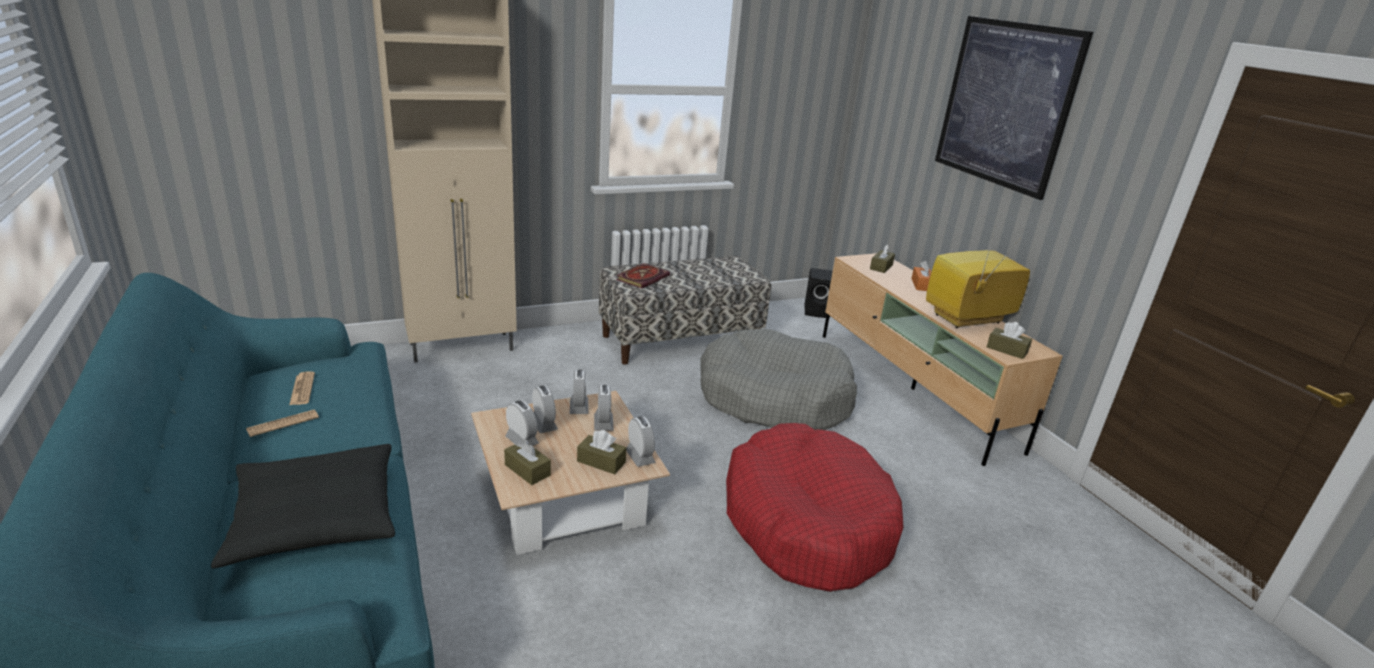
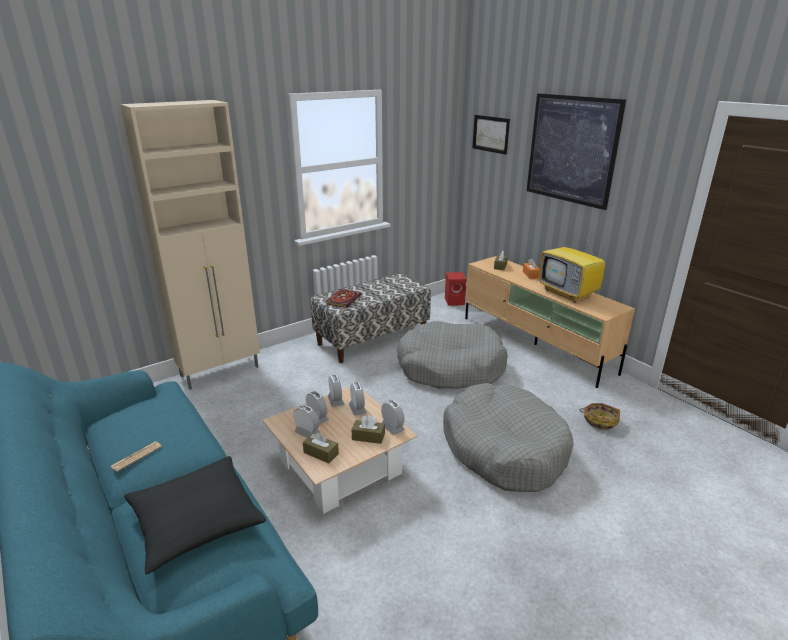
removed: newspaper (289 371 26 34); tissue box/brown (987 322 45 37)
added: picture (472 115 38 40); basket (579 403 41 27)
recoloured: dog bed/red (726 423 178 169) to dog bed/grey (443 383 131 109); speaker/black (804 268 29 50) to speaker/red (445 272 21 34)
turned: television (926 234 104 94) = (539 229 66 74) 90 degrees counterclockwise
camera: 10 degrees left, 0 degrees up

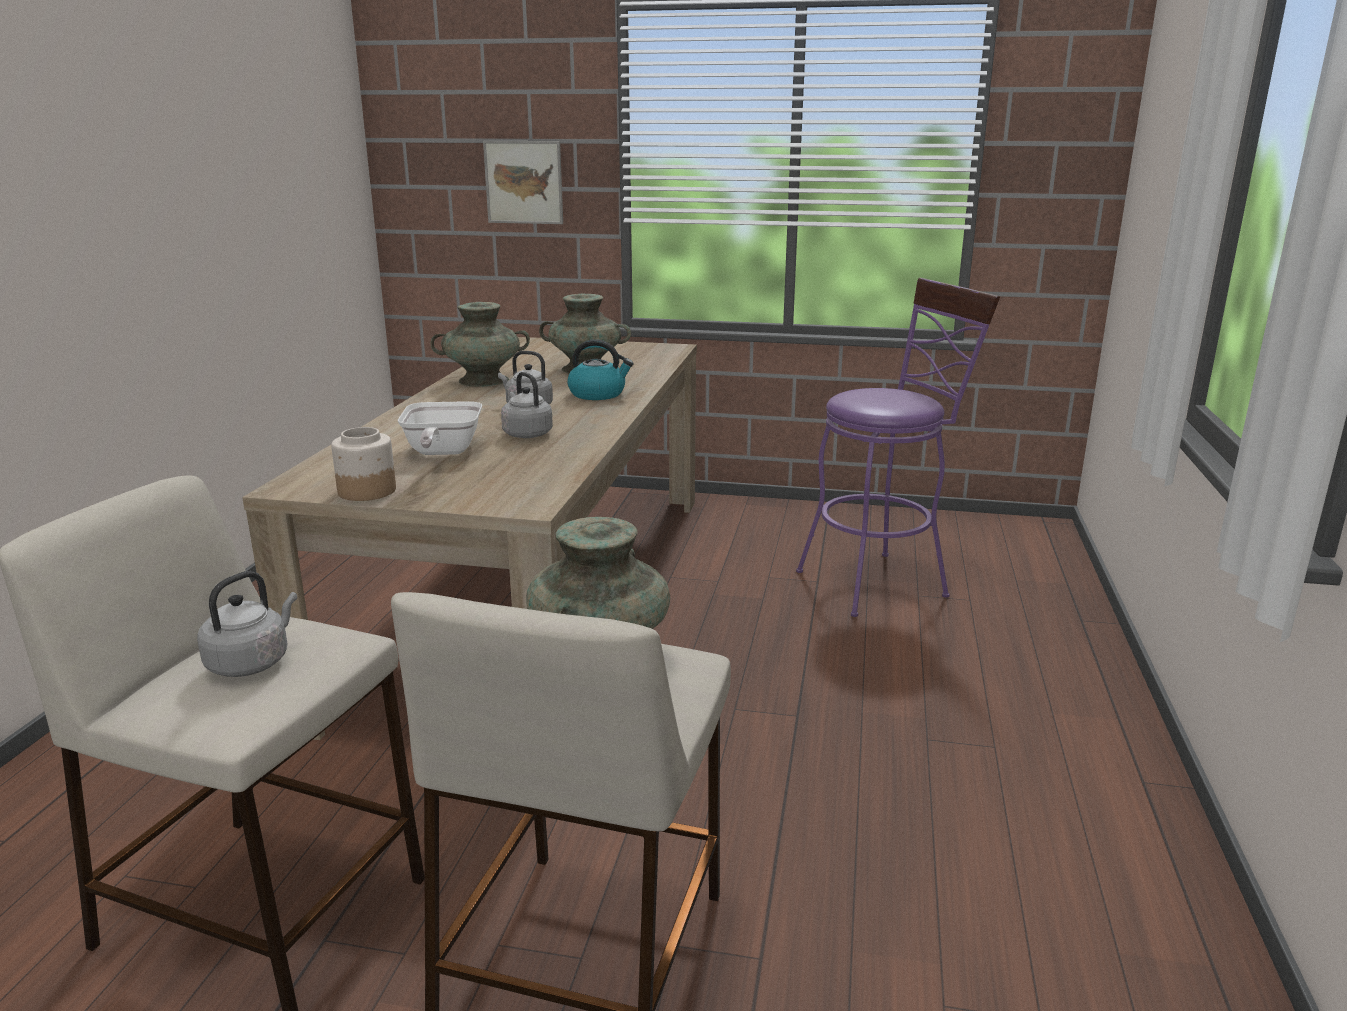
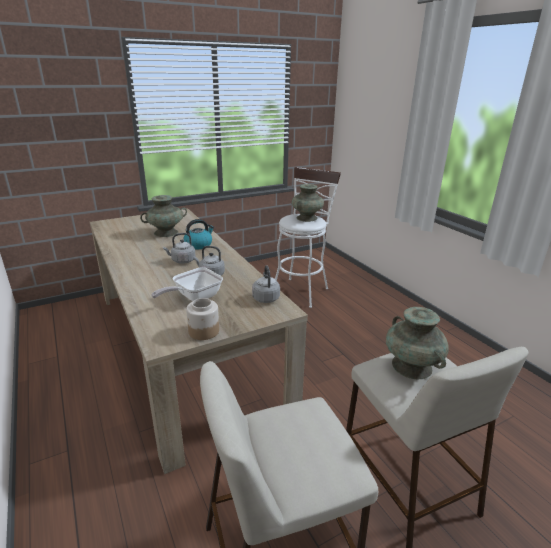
removed: picture (483 141 80 83)
moved: kettle/grey (197 571 100 106) to (252 265 28 38); vase/turquoise (430 302 100 85) to (292 184 32 38)
recoloured: stool/purple (796 278 204 339) to stool/white (275 167 66 141)
turned: frying pan (398 401 84 54) = (151 267 72 34) 90 degrees clockwise
camera: 40 degrees left, 5 degrees up

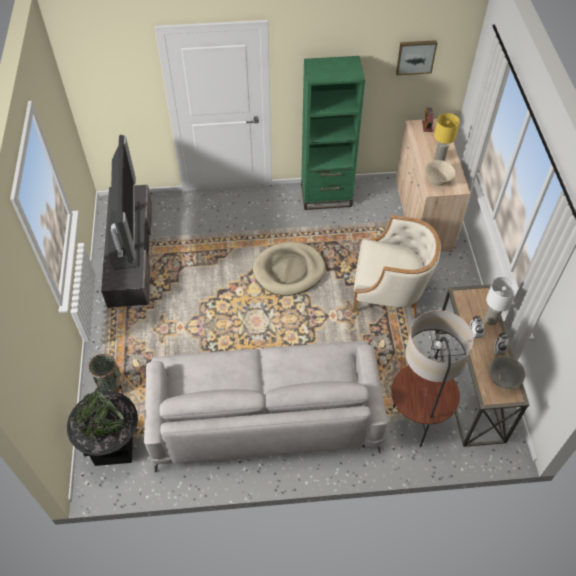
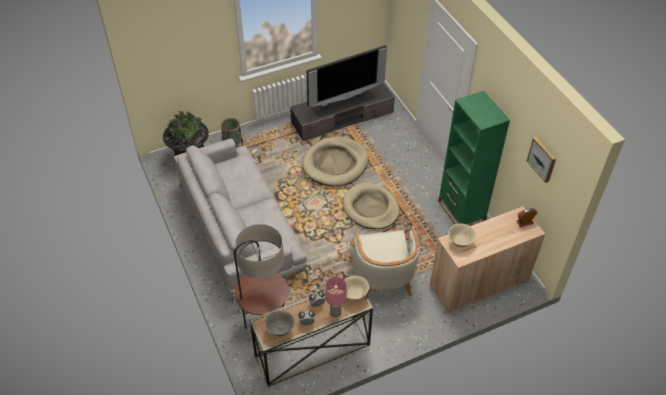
removed: table lamp/yellow (434 113 26 48)
added: dog bed/beige (302 137 66 49); bowl/beige (341 276 28 25)
recoloured: table lamp/white (485 277 33 48) to table lamp/pink (325 277 22 41)
camera: 70 degrees right, 5 degrees down

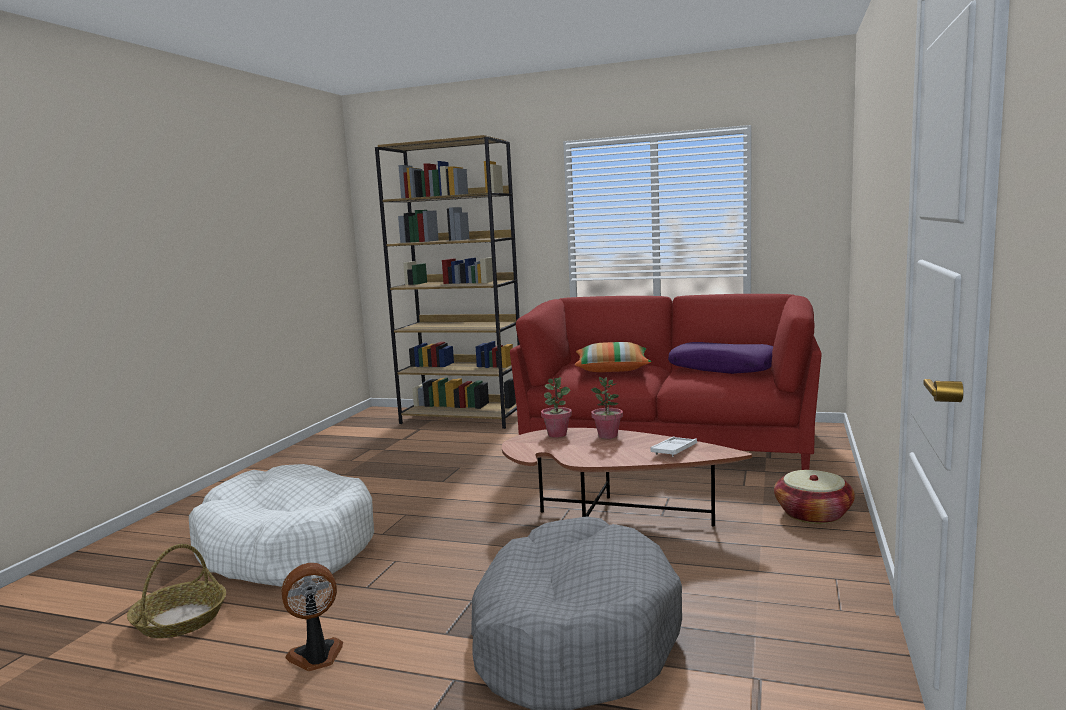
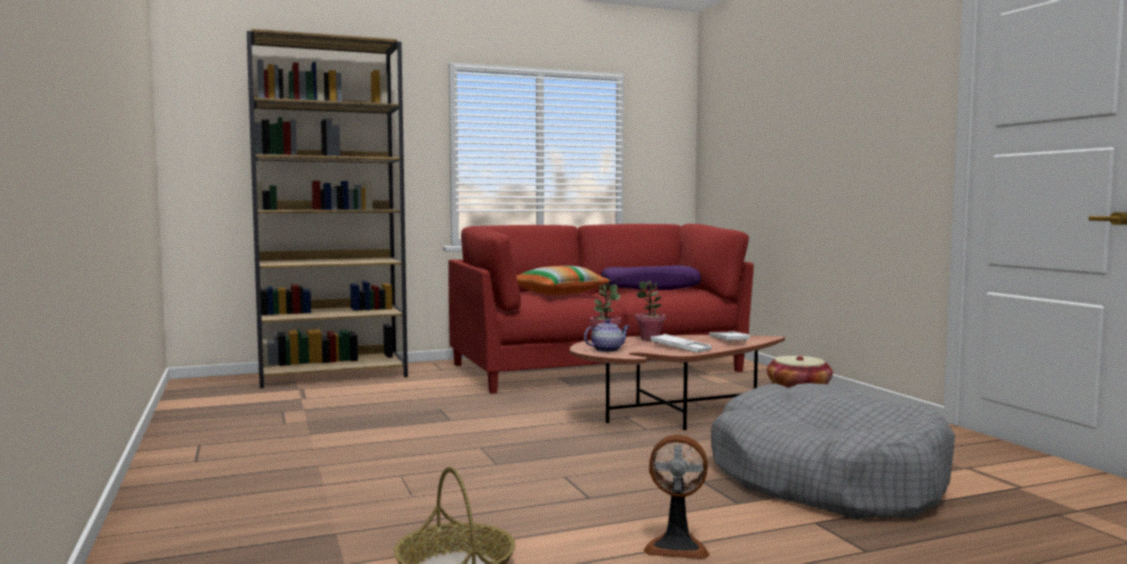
removed: dog bed/white (189 464 185 123)
added: teapot (584 319 45 33); tray/white (650 334 62 19)
turned: fan (281 563 62 108) = (644 435 66 124) 105 degrees counterclockwise
camera: 40 degrees left, 5 degrees down

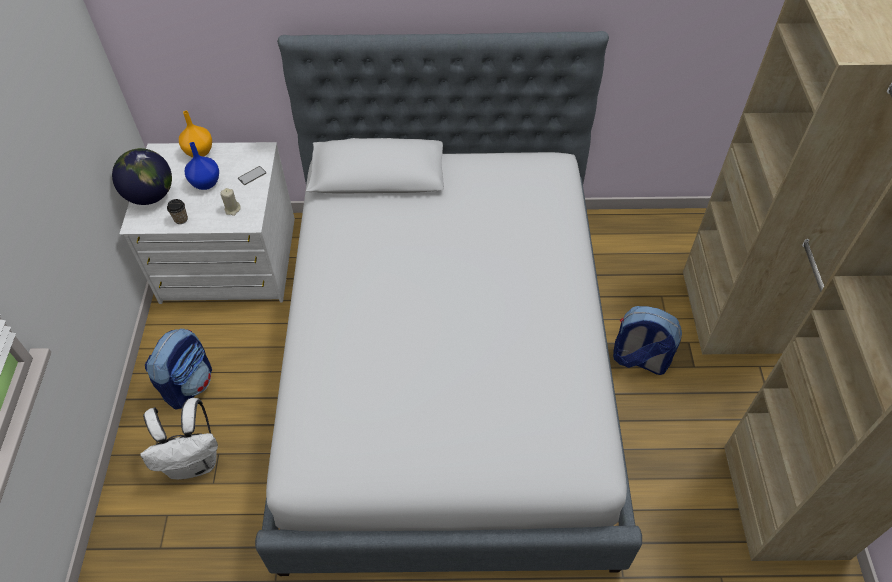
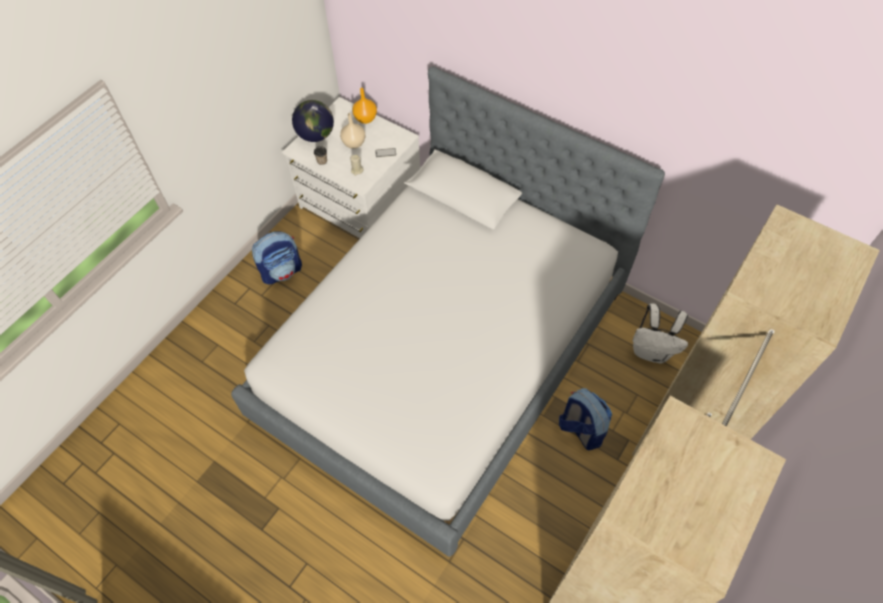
moved: backpack/white (141 398 77 81) to (632 303 56 60)
recoloured: vase/blue (185 142 34 48) to vase/beige (340 113 25 36)
camera: 35 degrees right, 5 degrees up

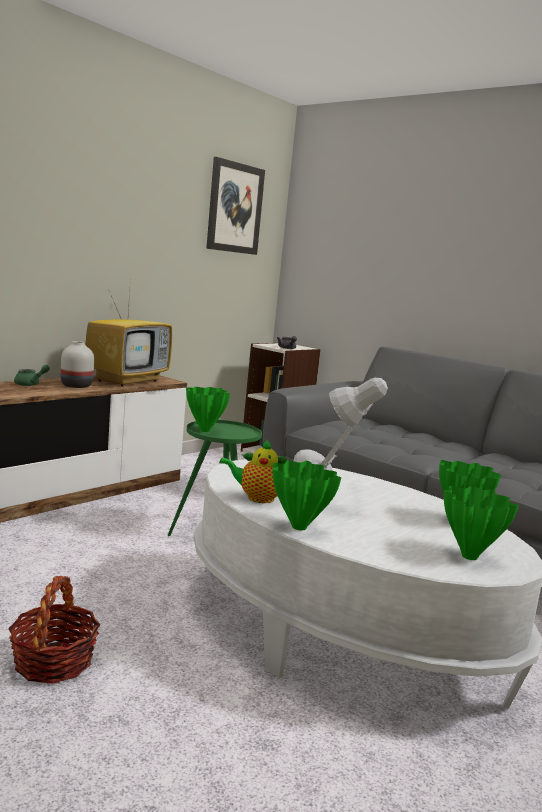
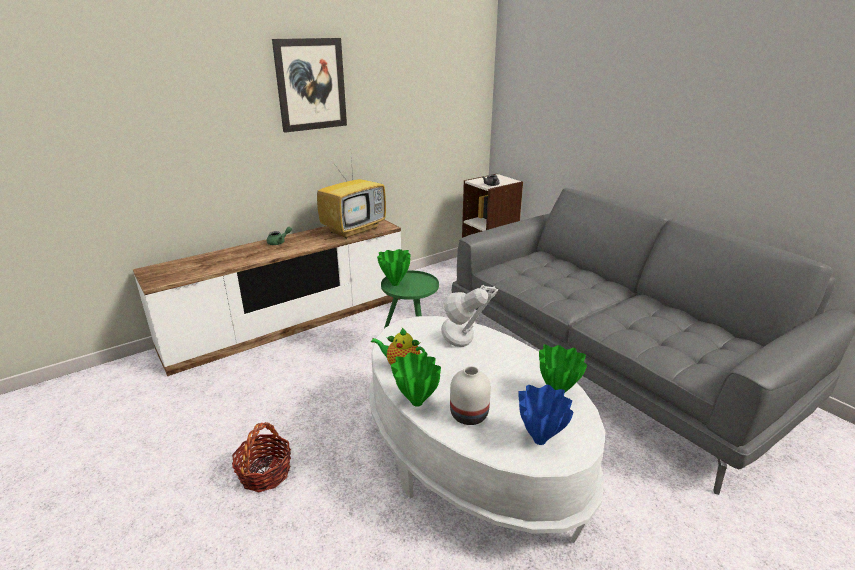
moved: vase/white (61 341 33 47) to (450 366 41 59); picture (206 157 59 98) to (272 38 75 95)
recoloured: vase/green (444 486 75 74) to vase/blue (518 385 55 60)
camera: 15 degrees right, 15 degrees up

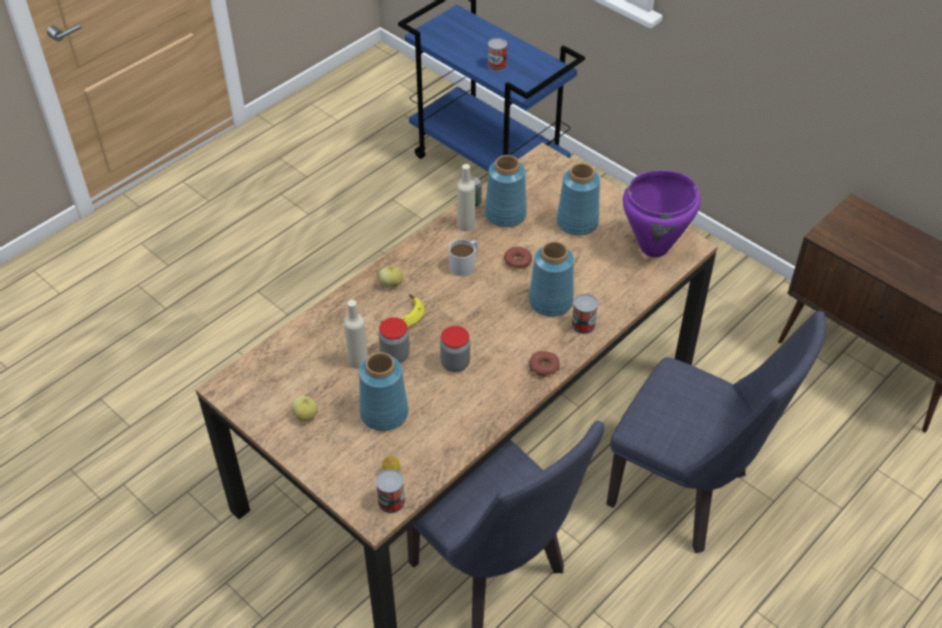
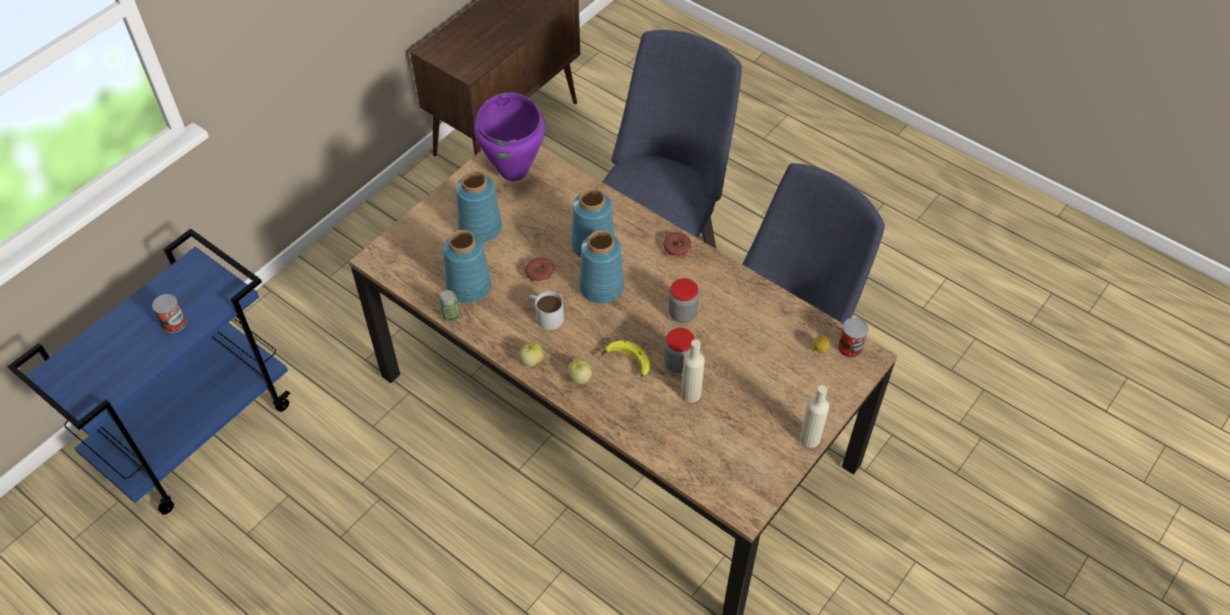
removed: can (572 294 26 40)
moved: apple (292 396 26 26) to (519 342 25 25); vase/blue (359 352 49 79) to (579 230 45 73); bottle/beige (457 164 18 68) to (800 385 29 63)
camera: 95 degrees left, 5 degrees up

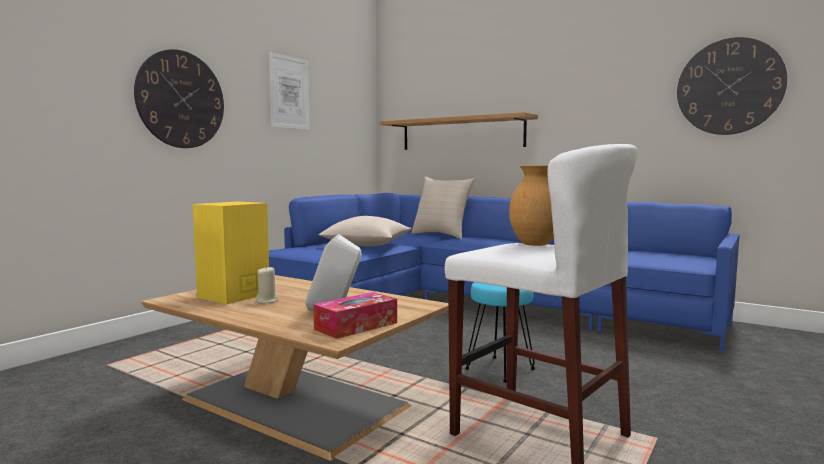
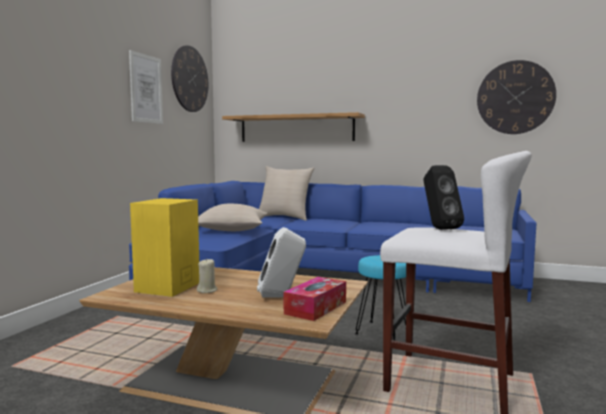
moved: wall clock (134 49 90 99) to (171 45 37 67)
replaced: vase/brown (509 166 45 80) to speaker/black (423 165 41 65)
camera: 15 degrees left, 0 degrees up

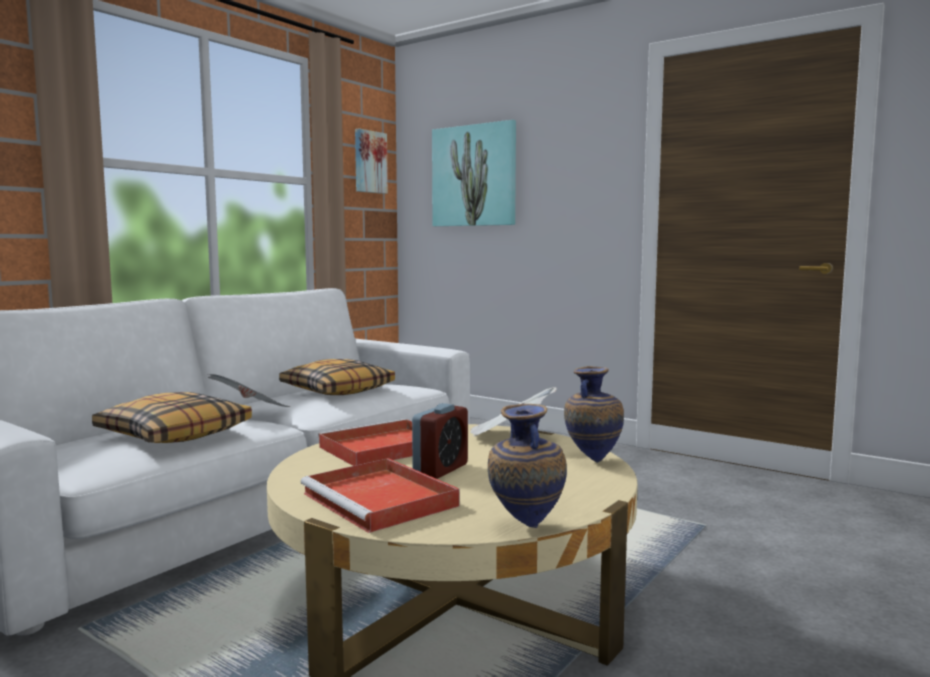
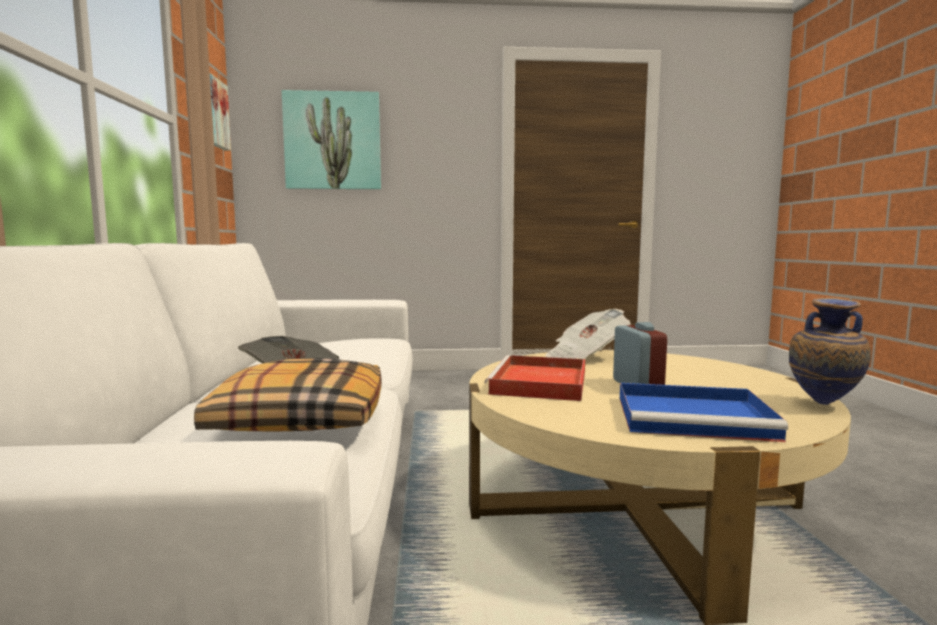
removed: pillow (279 359 116 36); vase (564 366 60 97)
recoloured: tray/red (301 458 158 75) to tray/blue (620 383 168 59)
camera: 40 degrees left, 0 degrees up

